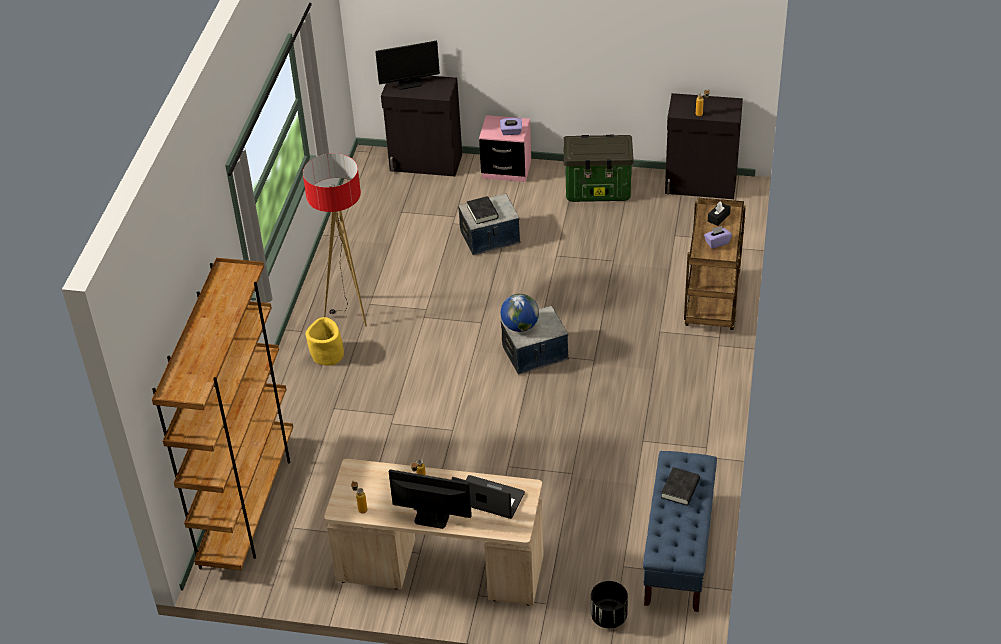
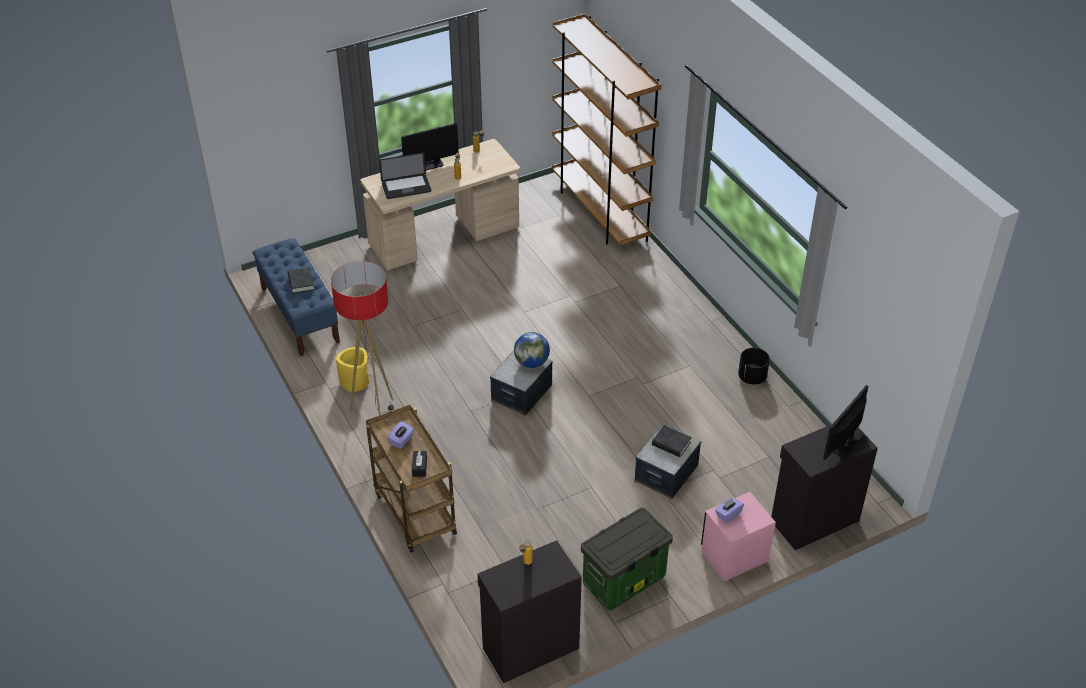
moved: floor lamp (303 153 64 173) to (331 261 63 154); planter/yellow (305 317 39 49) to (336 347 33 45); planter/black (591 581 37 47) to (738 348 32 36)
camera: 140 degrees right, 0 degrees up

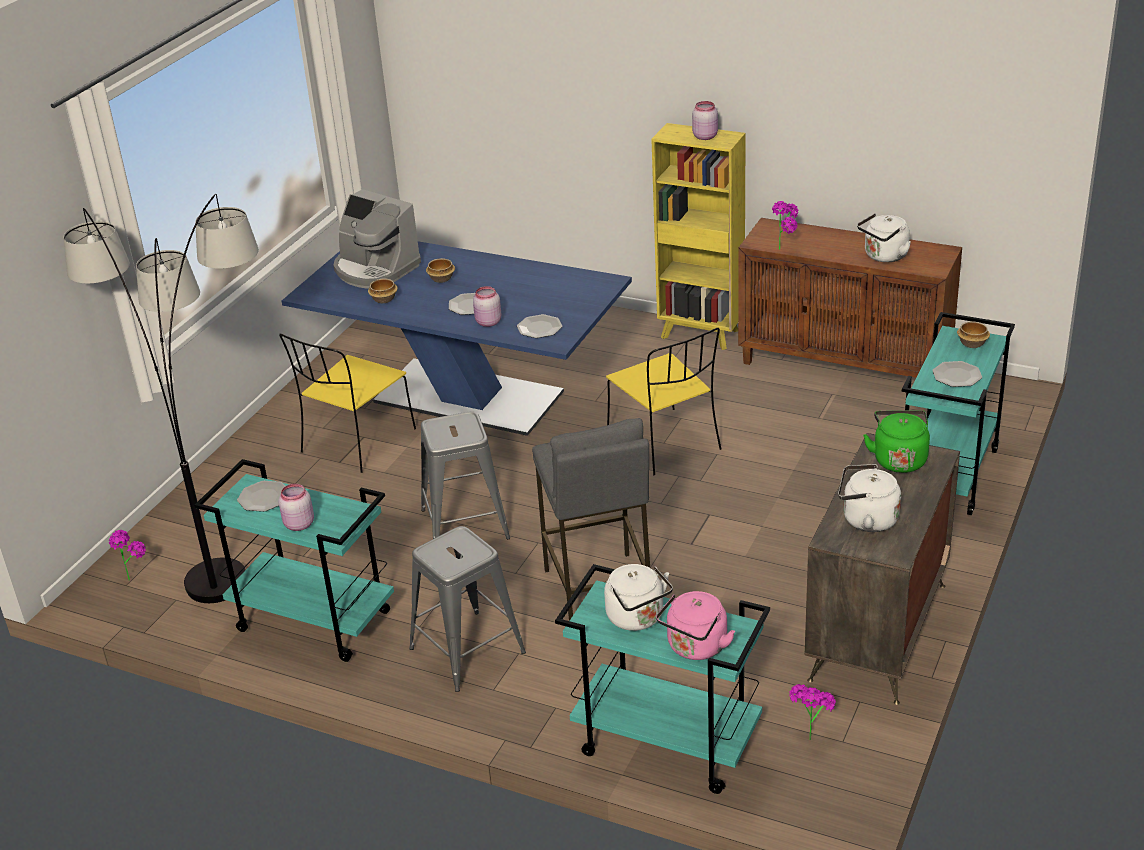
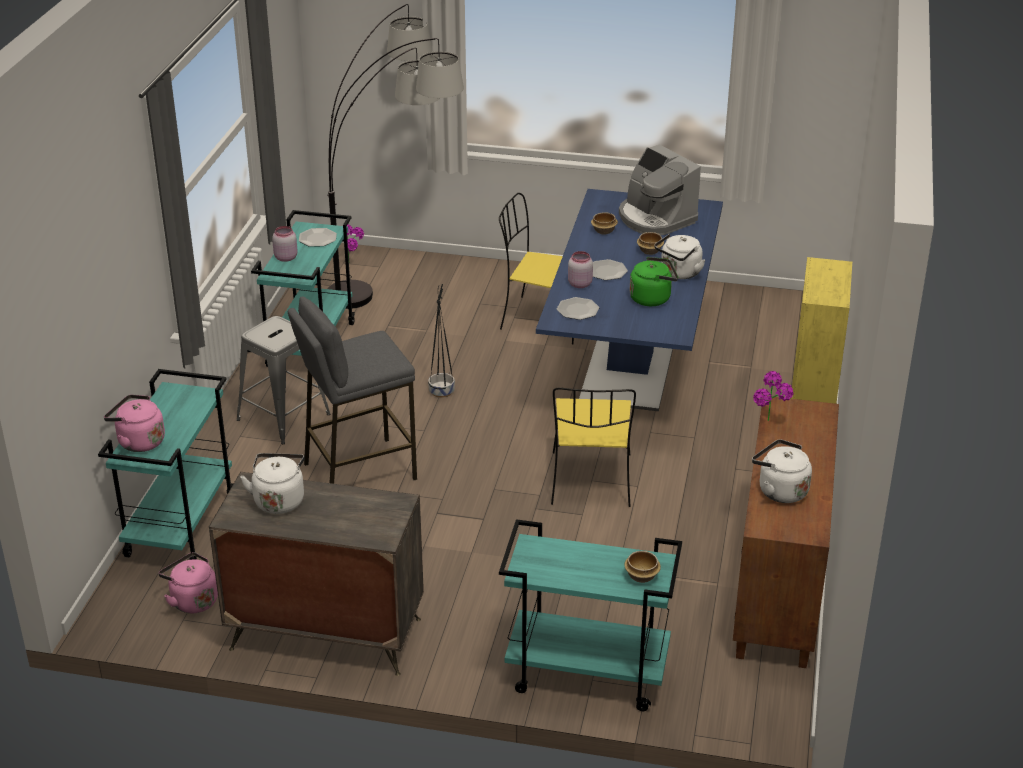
removed: jar/pink (692 101 26 39); plate (932 361 50 26)
moved: kettle/white (604 564 69 67) to (654 234 51 45); kettle/green (863 410 67 63) to (630 257 48 49)
replaced: stool/grey (421 411 89 128) to planter/black (428 284 27 114); potted plant (789 684 47 57) to kettle/pink (159 552 59 61)
turned: coffee machine (334 189 87 100) = (619 144 82 91) 60 degrees counterclockwise; chair/yellow (606 328 115 147) = (551 387 85 120) 45 degrees counterclockwise
camera: 75 degrees right, 0 degrees up

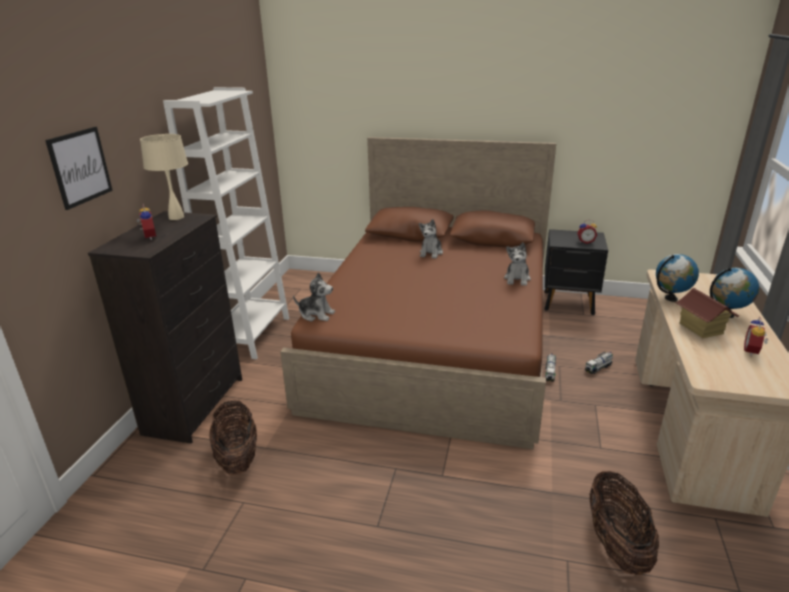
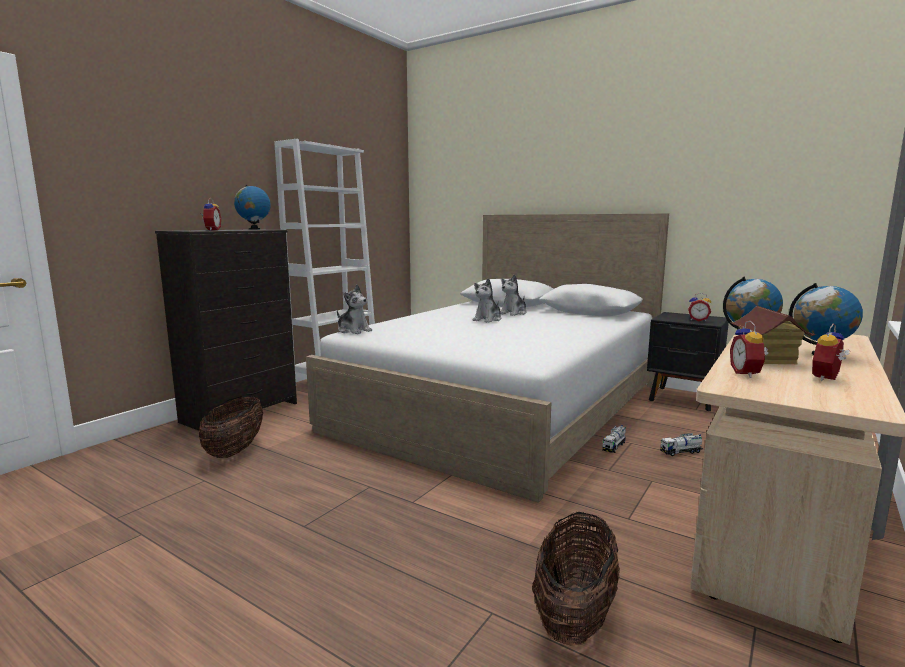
removed: picture (45 127 68 83)
added: alarm clock (730 321 39 57)
moved: plush toy (504 242 27 44) to (473 278 29 45)
replaced: table lamp/beige (140 134 48 86) to globe (234 185 37 45)
recoloured: bed/brown (280 137 276 312) to bed/white (306 213 363 290)
camera: 20 degrees right, 15 degrees down

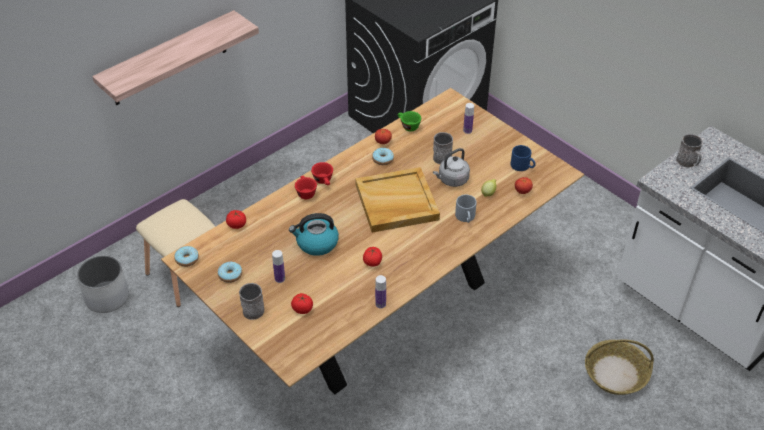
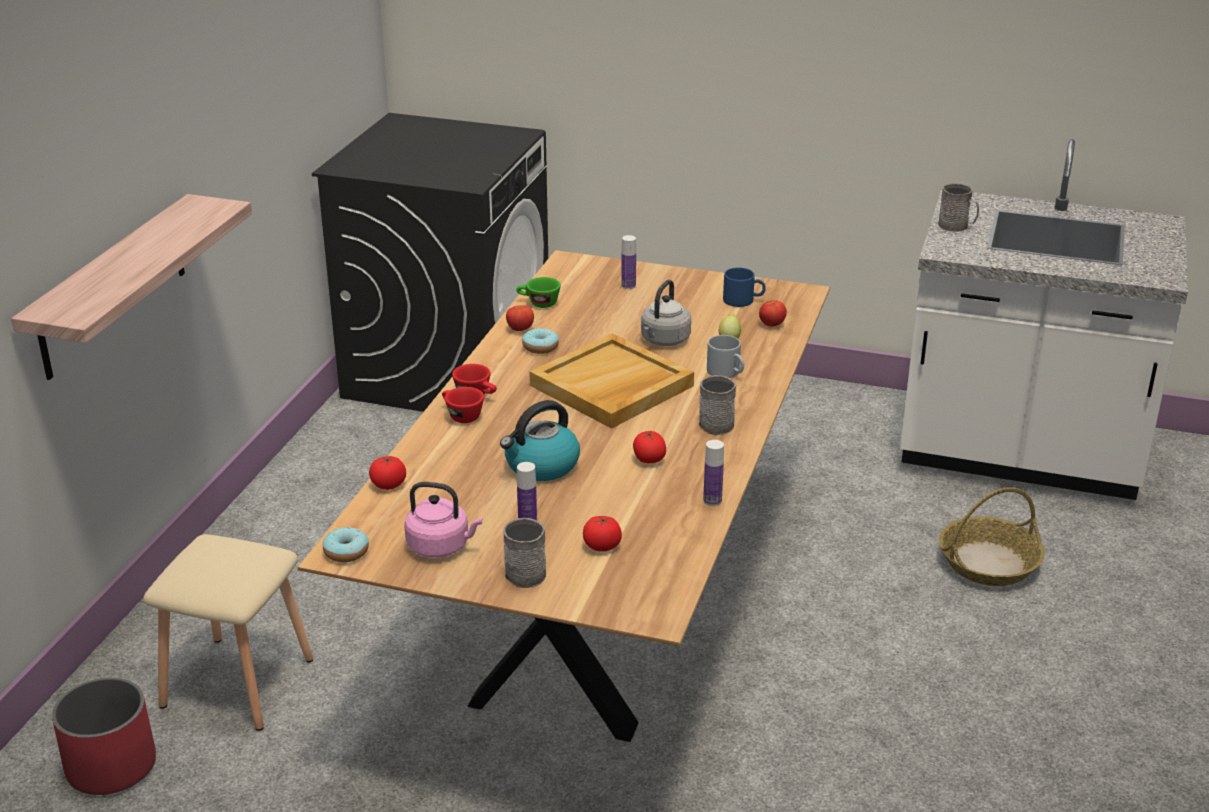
moved: mug/grey (433 132 20 32) to (699 375 37 60)
replaced: donut (218 262 24 21) to kettle/pink (404 482 79 76)
recoloured: planter/white (77 255 52 58) to planter/red (52 677 104 118)
camera: 30 degrees left, 15 degrees down

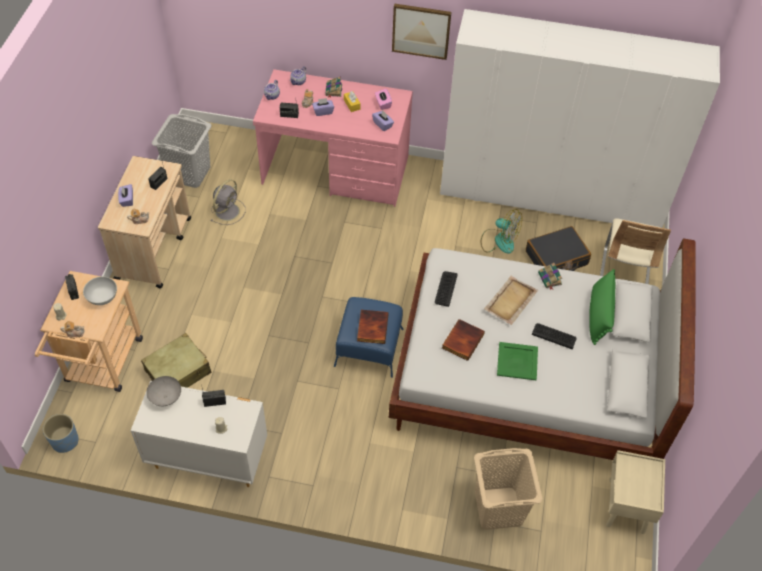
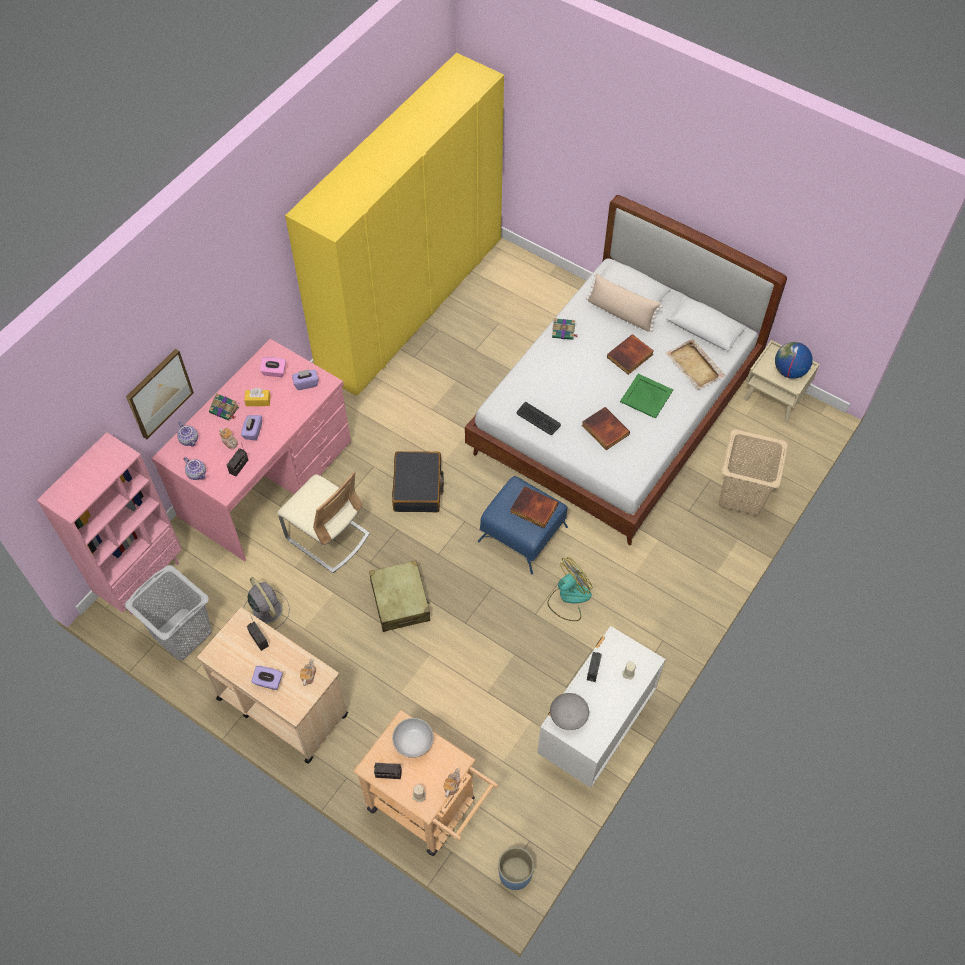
added: bookcase/pink (37 432 145 183); globe (775 342 37 37)
moved: suitcase/beige (141 333 71 55) to (369 560 61 72); picture (392 4 59 56) to (126 349 68 90); fan (481 209 41 45) to (547 557 45 64); tray/beige (484 276 54 49) to (665 339 60 51); suitcase/black (526 226 65 45) to (392 451 52 61); chair/beige (600 218 71 66) to (277 471 93 102)
replaced: keyboard (532 323 45 26) to book (607 334 47 41)
recoloured: wardrobe/white (440 9 280 219) to wardrobe/yellow (285 53 219 343); pillow/green (589 269 26 76) to pillow/beige (586 273 76 59)
camera: 65 degrees left, 5 degrees up

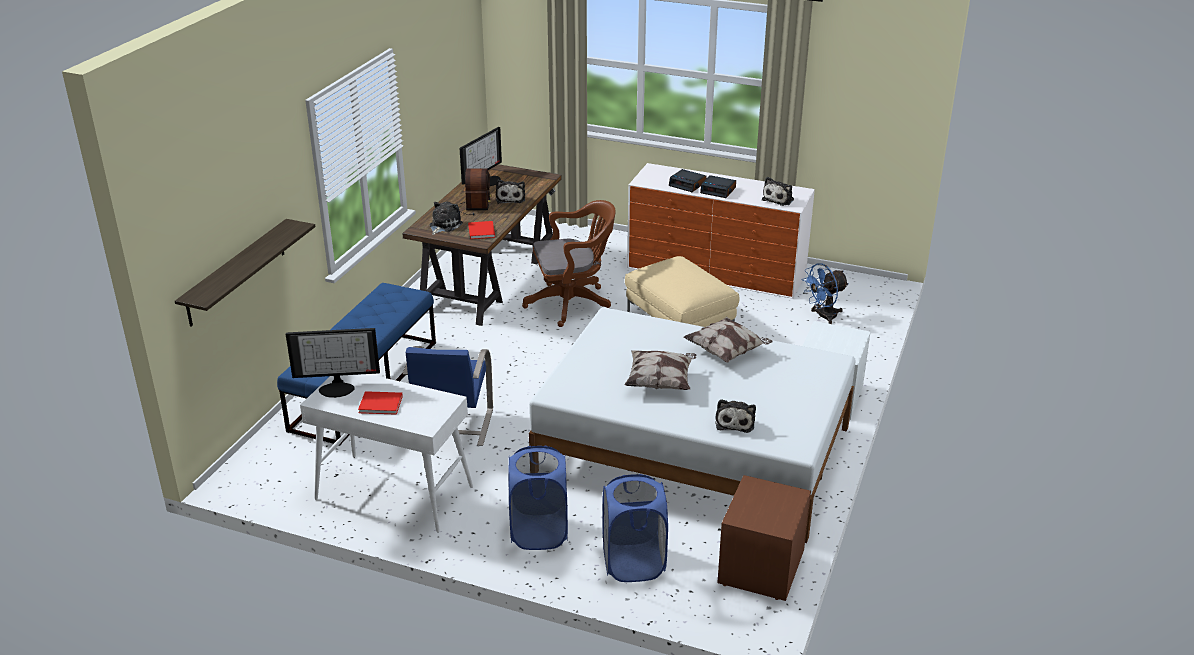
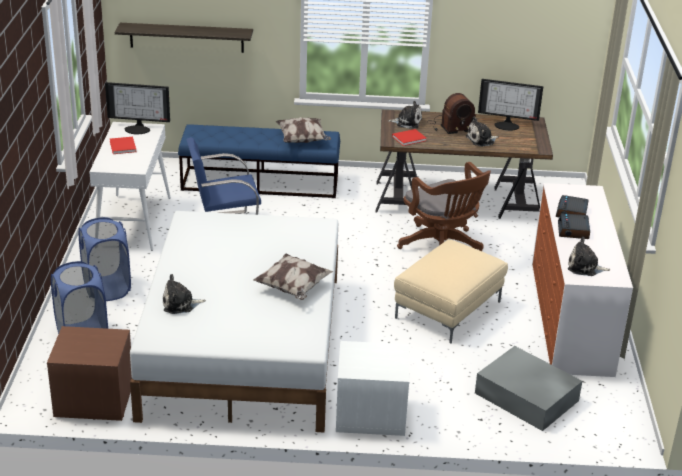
moved: pillow (625 350 71 40) to (276 117 55 26)
replaced: fan/blue (802 263 47 61) to storage box/grey (475 346 107 85)
turned: monitor (286 328 94 70) = (105 82 65 52) 60 degrees counterclockwise
camera: 70 degrees right, 0 degrees up

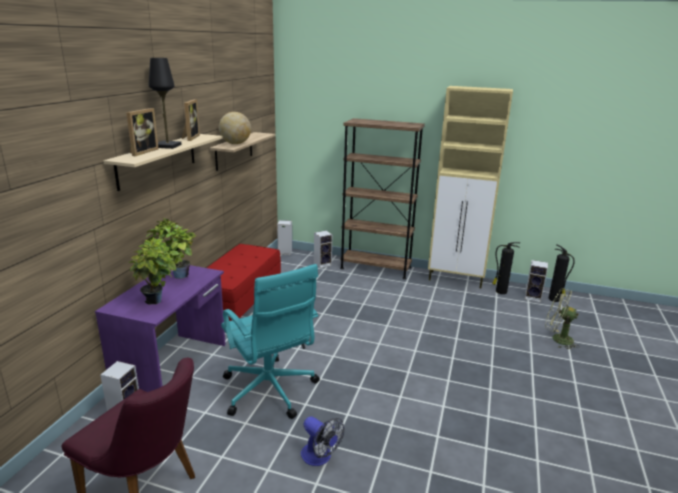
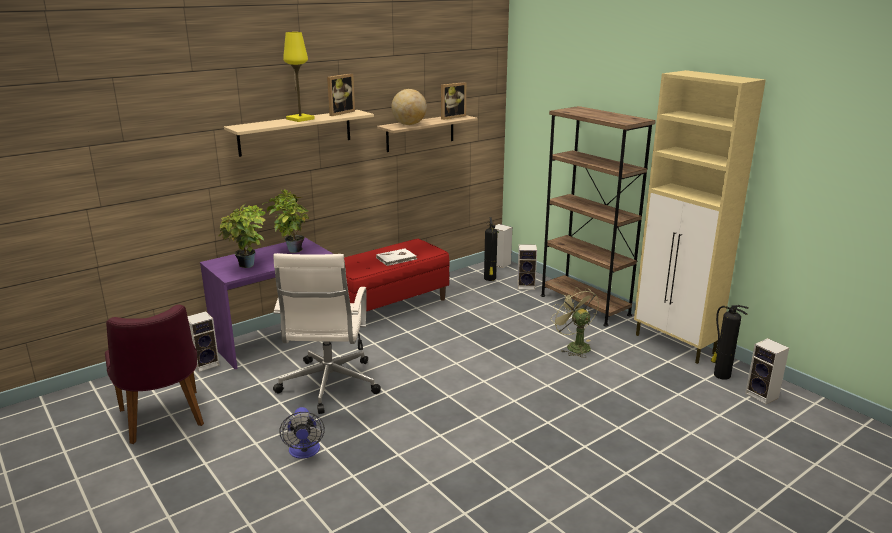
added: book/white (376 249 41 17)
moved: picture frame (126 108 33 48) to (441 82 25 38); fan/green (545 288 35 62) to (550 287 49 71); fire extinguisher (549 244 26 58) to (484 217 14 64)
recoloured: table lamp/black (149 58 33 91) to table lamp/yellow (283 32 32 90); office chair/turquoise (221 264 99 155) to office chair/white (273 253 108 161)
camera: 35 degrees right, 0 degrees up

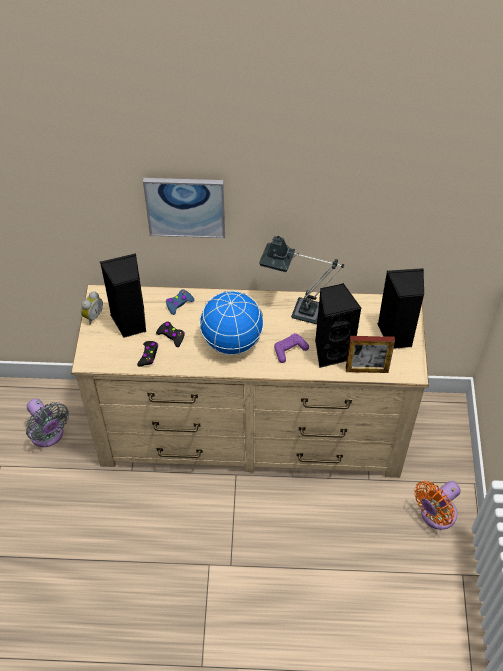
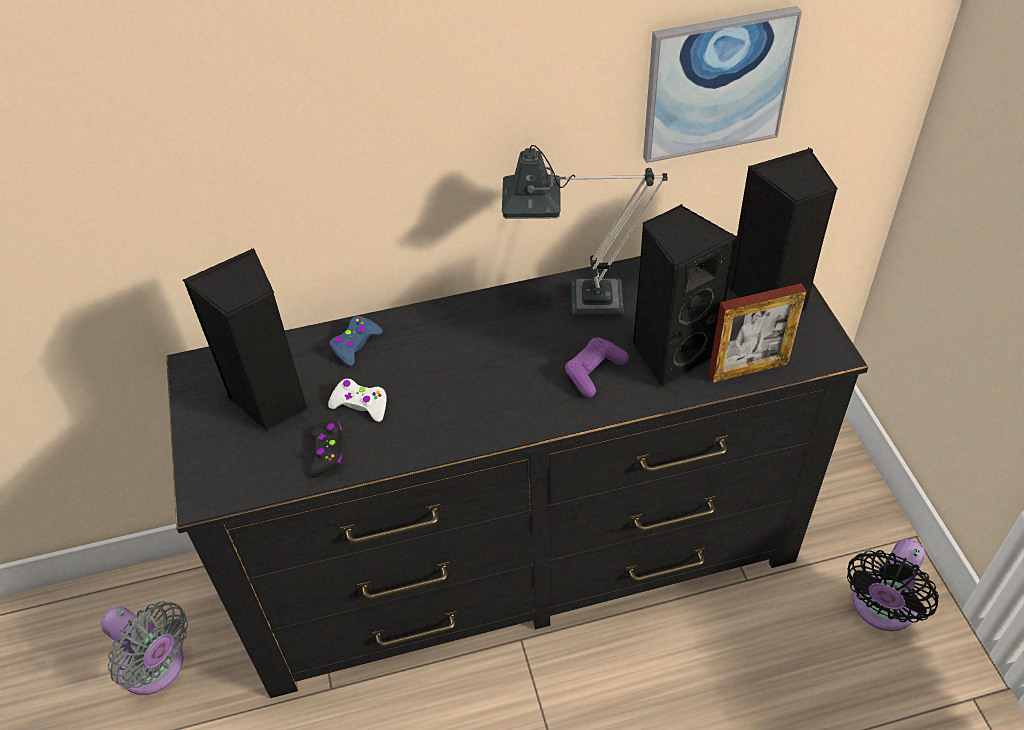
removed: alarm clock (81 291 22 34); globe (199 291 65 64)
moved: picture (143 178 82 60) to (643 6 159 157)
recoloured: dresser/beige (71 285 358 193) to dresser/black (166 236 702 462); game controller/black (156 321 29 26) to game controller/white (328 378 59 44); fan/orange (414 481 47 49) to fan/black (847 539 92 92)
camera: 15 degrees left, 5 degrees down

